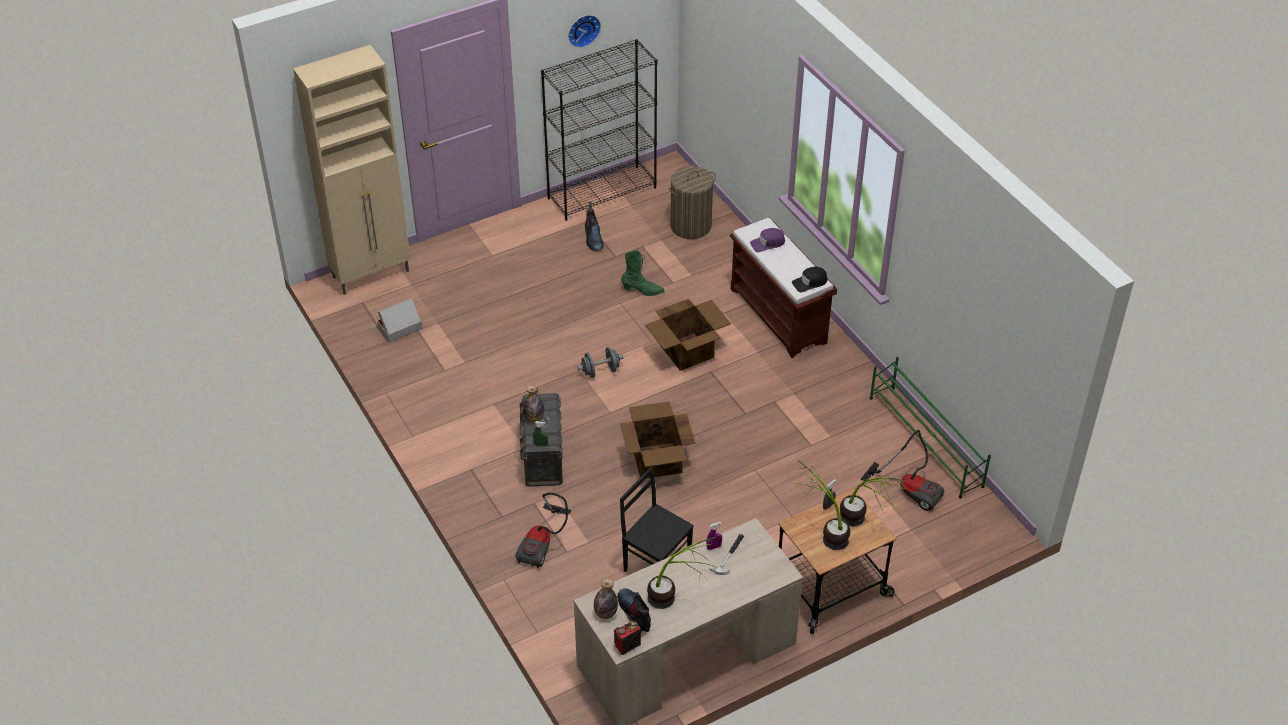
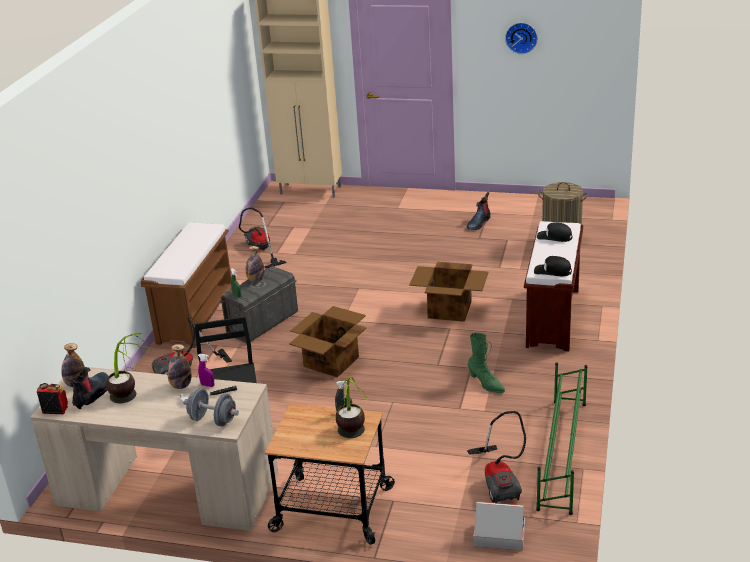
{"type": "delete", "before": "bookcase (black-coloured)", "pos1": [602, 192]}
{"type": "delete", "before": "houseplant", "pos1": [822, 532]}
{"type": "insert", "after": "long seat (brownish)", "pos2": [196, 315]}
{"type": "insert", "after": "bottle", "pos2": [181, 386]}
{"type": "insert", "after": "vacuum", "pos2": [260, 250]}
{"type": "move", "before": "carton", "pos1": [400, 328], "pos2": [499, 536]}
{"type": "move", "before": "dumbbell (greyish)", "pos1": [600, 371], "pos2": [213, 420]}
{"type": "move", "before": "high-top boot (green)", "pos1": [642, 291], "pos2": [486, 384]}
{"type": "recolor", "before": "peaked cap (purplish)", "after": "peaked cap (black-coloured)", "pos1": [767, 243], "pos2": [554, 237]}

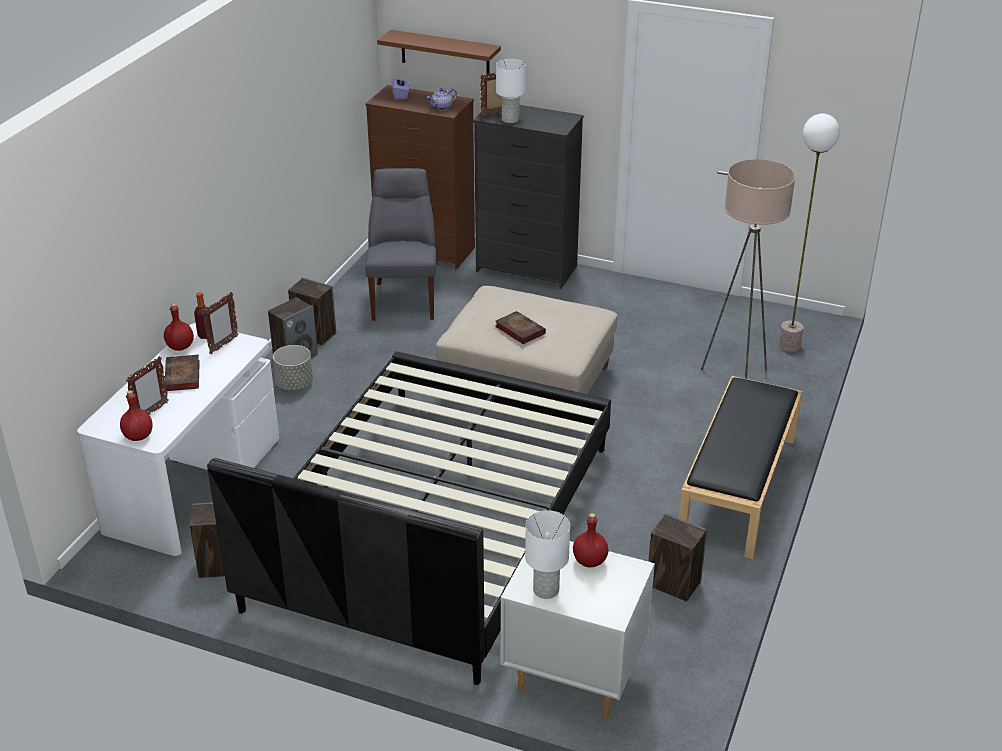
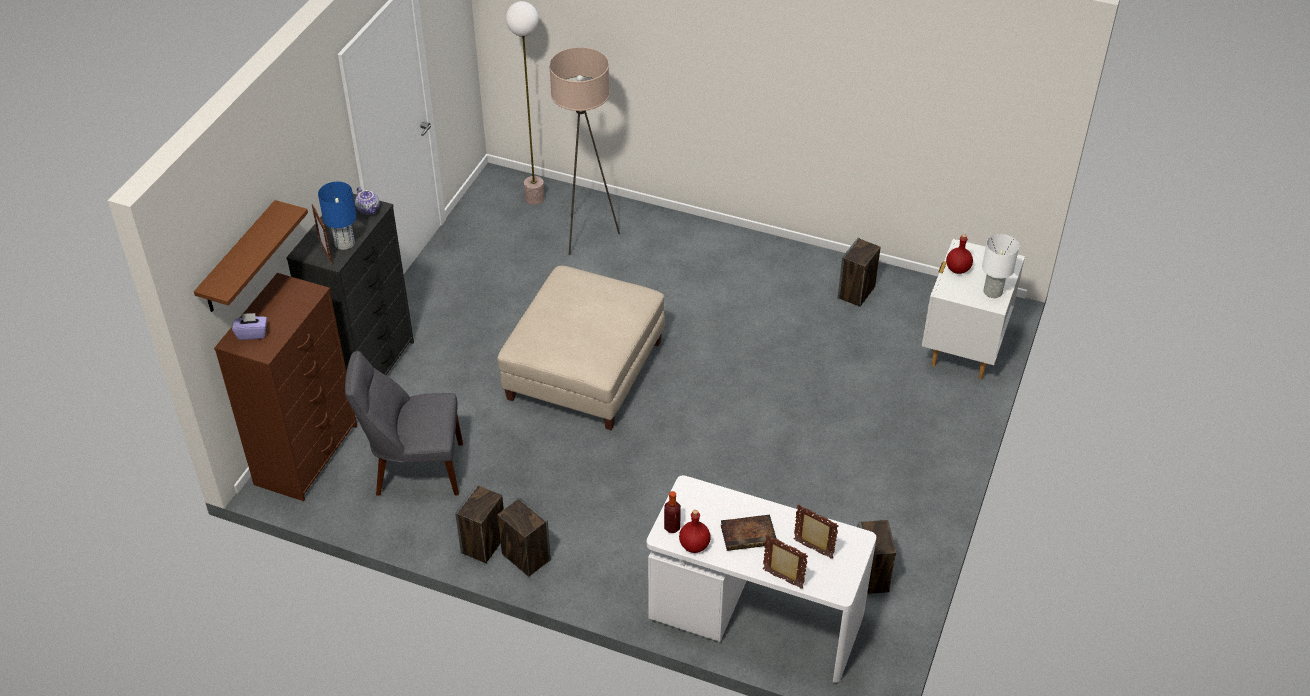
{"type": "delete", "before": "bottle (red-coloured)", "pos1": [138, 436]}
{"type": "delete", "before": "sleeping bed (black-coloured)", "pos1": [433, 525]}
{"type": "delete", "before": "plant pot (greyish)", "pos1": [295, 384]}
{"type": "delete", "before": "bound book", "pos1": [518, 330]}
{"type": "delete", "before": "long seat (black-coloured)", "pos1": [738, 488]}
{"type": "move", "before": "standing frame", "pos1": [223, 345], "pos2": [783, 580]}
{"type": "move", "before": "teapot", "pos1": [442, 108], "pos2": [369, 209]}
{"type": "recolor", "before": "table lamp (white)", "after": "table lamp (blue-coloured)", "pos1": [511, 119], "pos2": [345, 243]}

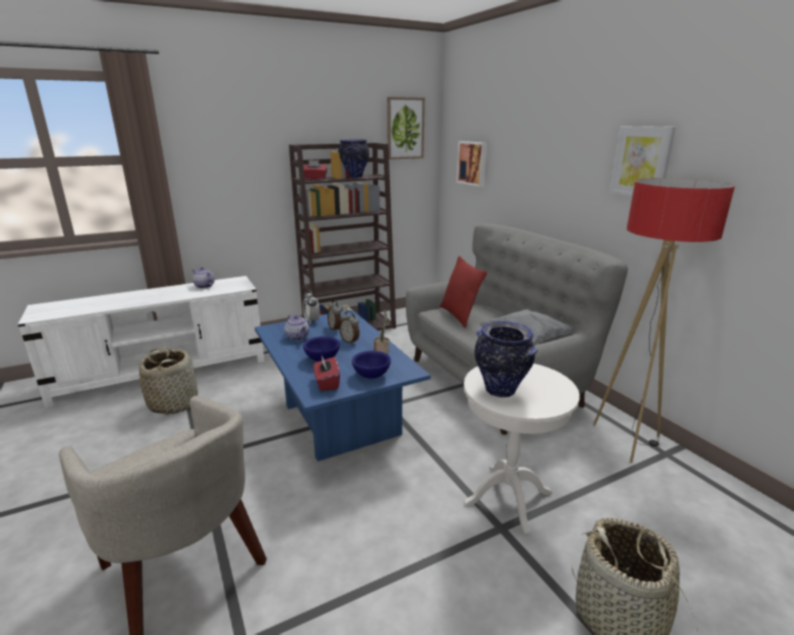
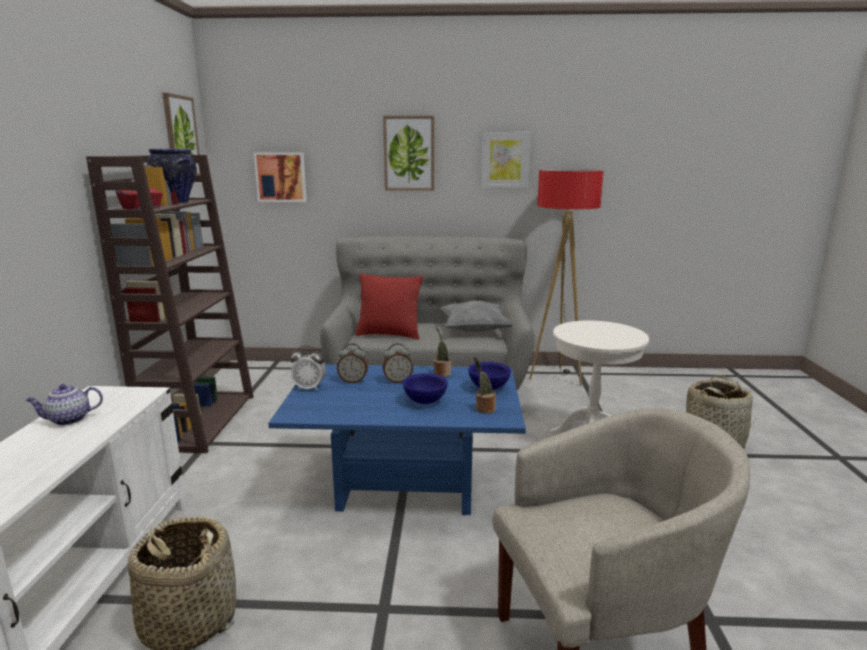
{"type": "delete", "before": "teapot", "pos1": [298, 337]}
{"type": "delete", "before": "decorative vase", "pos1": [501, 390]}
{"type": "insert", "after": "picture", "pos2": [409, 153]}
{"type": "replace", "before": "box of tissues (red-coloured)", "after": "houseplant", "pos1": [327, 383], "pos2": [484, 409]}

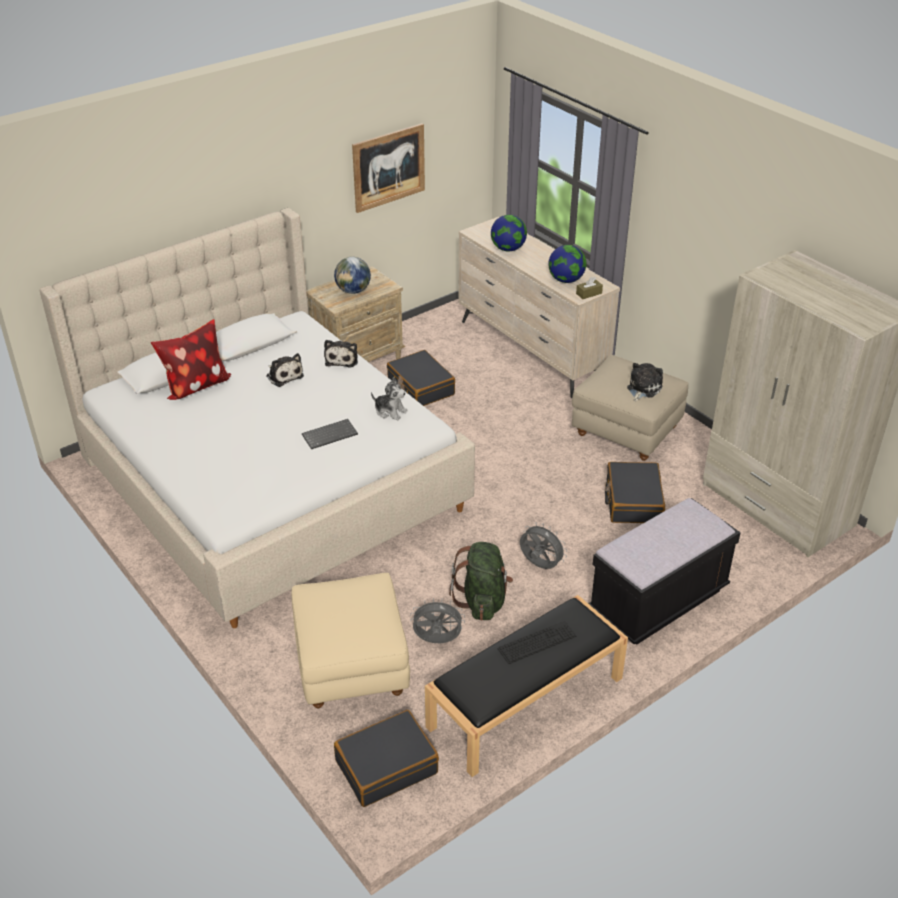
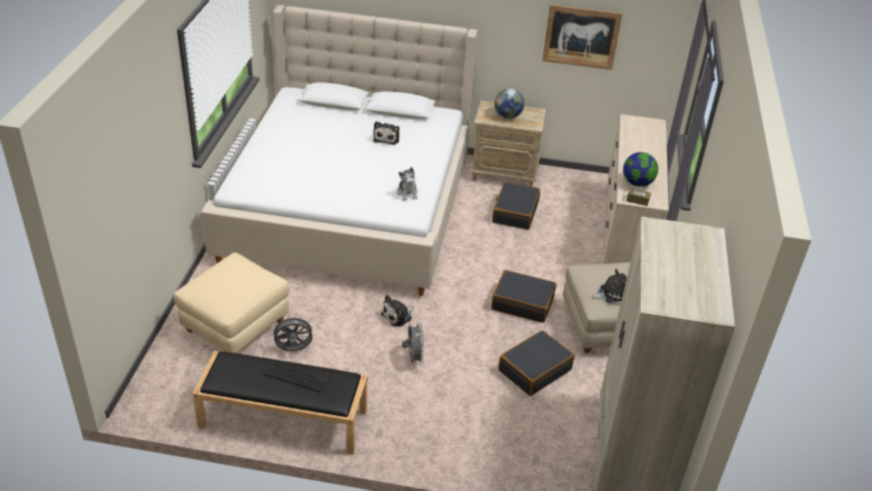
{"type": "delete", "before": "cushion", "pos1": [196, 386]}
{"type": "delete", "before": "computer keyboard", "pos1": [330, 434]}
{"type": "delete", "before": "knapsack (green)", "pos1": [482, 601]}
{"type": "delete", "before": "globe", "pos1": [508, 249]}
{"type": "delete", "before": "long seat (black-coloured)", "pos1": [658, 601]}
{"type": "move", "before": "cuddly toy", "pos1": [342, 359], "pos2": [398, 316]}
{"type": "move", "before": "travel case (black-coloured)", "pos1": [386, 766], "pos2": [522, 303]}
{"type": "rotate", "before": "cooling fan (greyish)", "pos1": [437, 641], "pos2": [293, 350], "turn": -60}

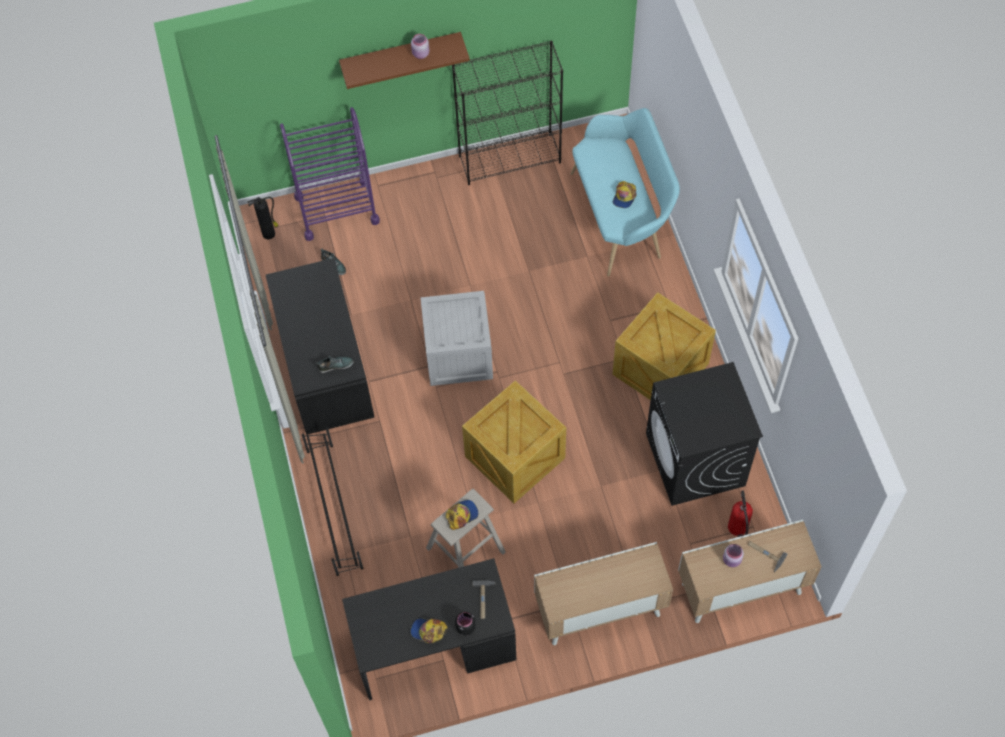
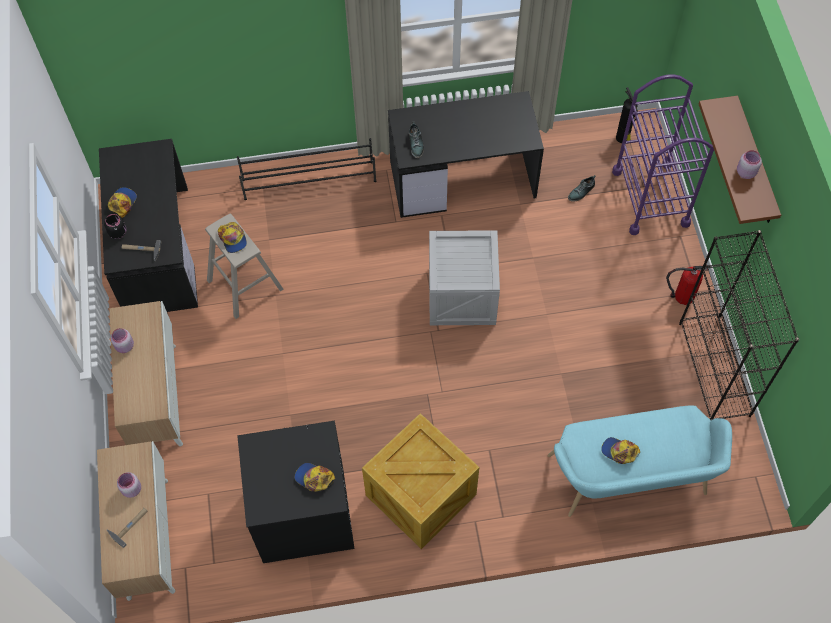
{"type": "delete", "before": "shipping crate", "pos1": [515, 458]}
{"type": "insert", "after": "storage jar (pinkish)", "pos2": [124, 346]}
{"type": "insert", "after": "peaked cap", "pos2": [314, 478]}
{"type": "move", "before": "fire-fighting cylinder", "pos1": [738, 528], "pos2": [682, 296]}

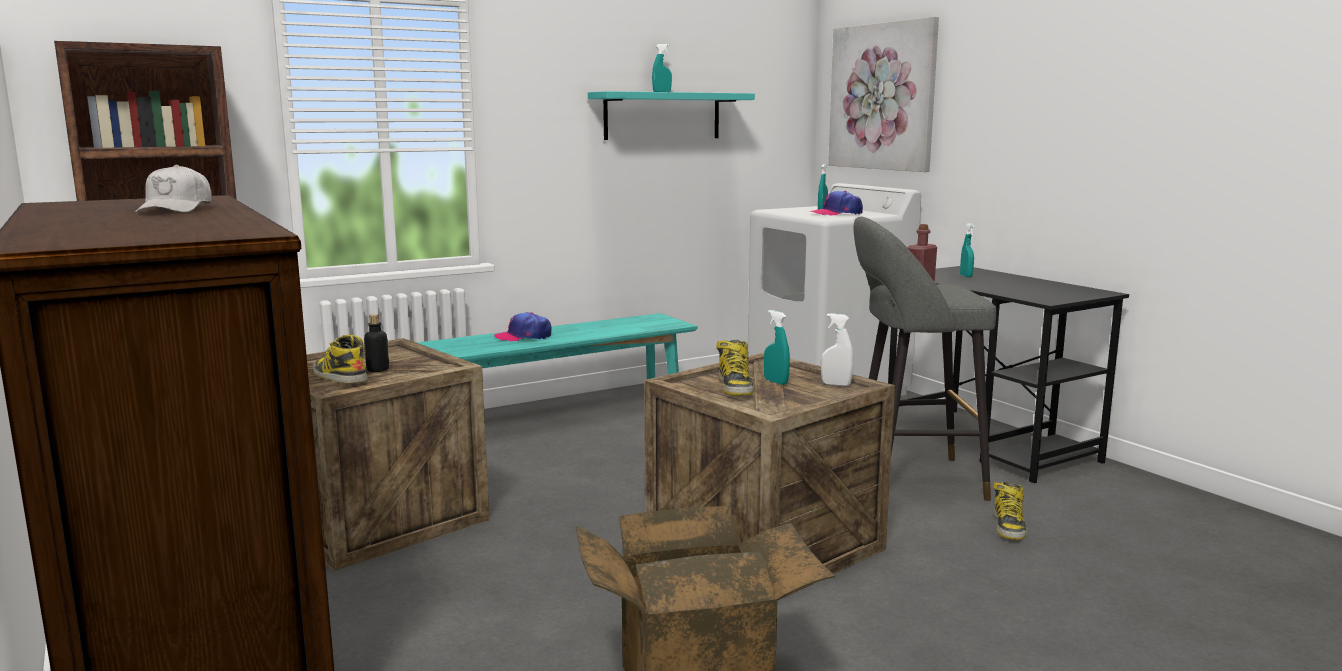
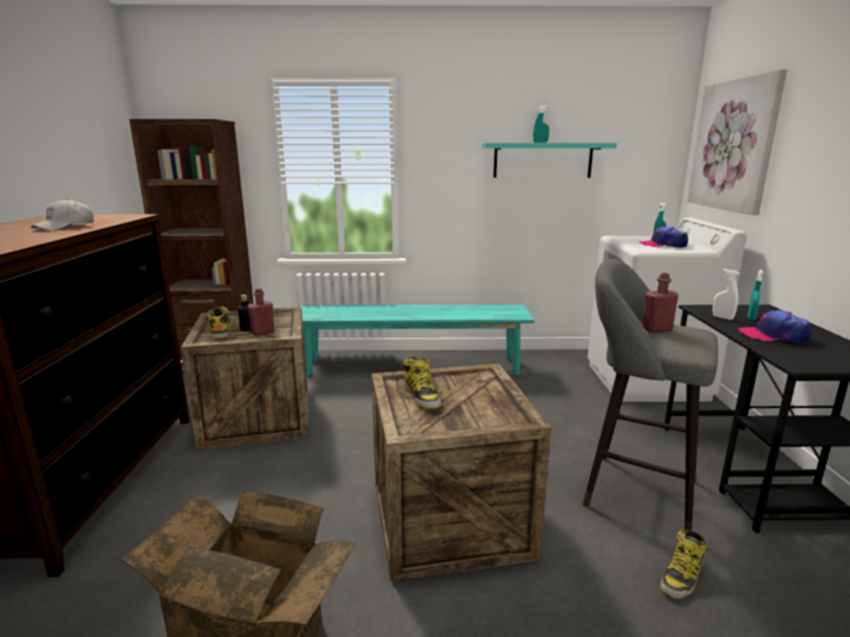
{"type": "delete", "before": "sprayer (turquoise-coloured)", "pos1": [776, 382]}
{"type": "insert", "after": "bottle (red-coloured)", "pos2": [262, 332]}
{"type": "move", "before": "peaked cap", "pos1": [523, 336], "pos2": [773, 336]}
{"type": "move", "before": "sprayer (white)", "pos1": [836, 384], "pos2": [722, 318]}
{"type": "rotate", "before": "high-top boot", "pos1": [735, 387], "pos2": [422, 396], "turn": -45}

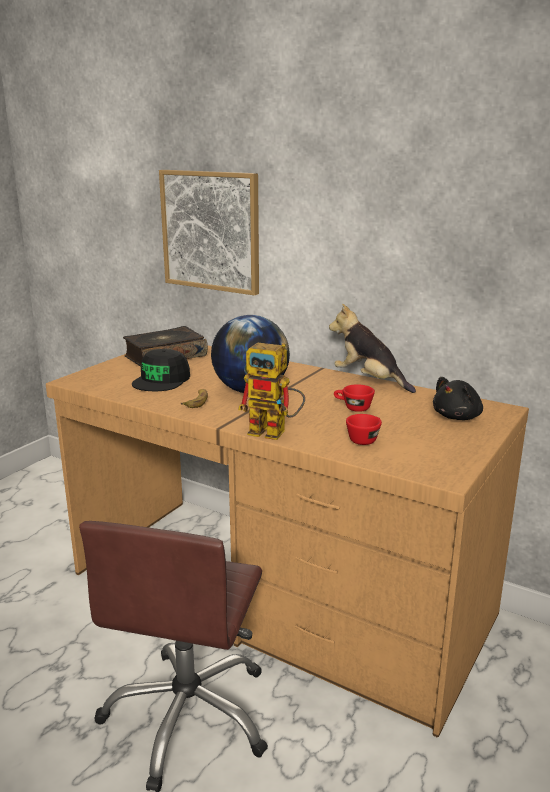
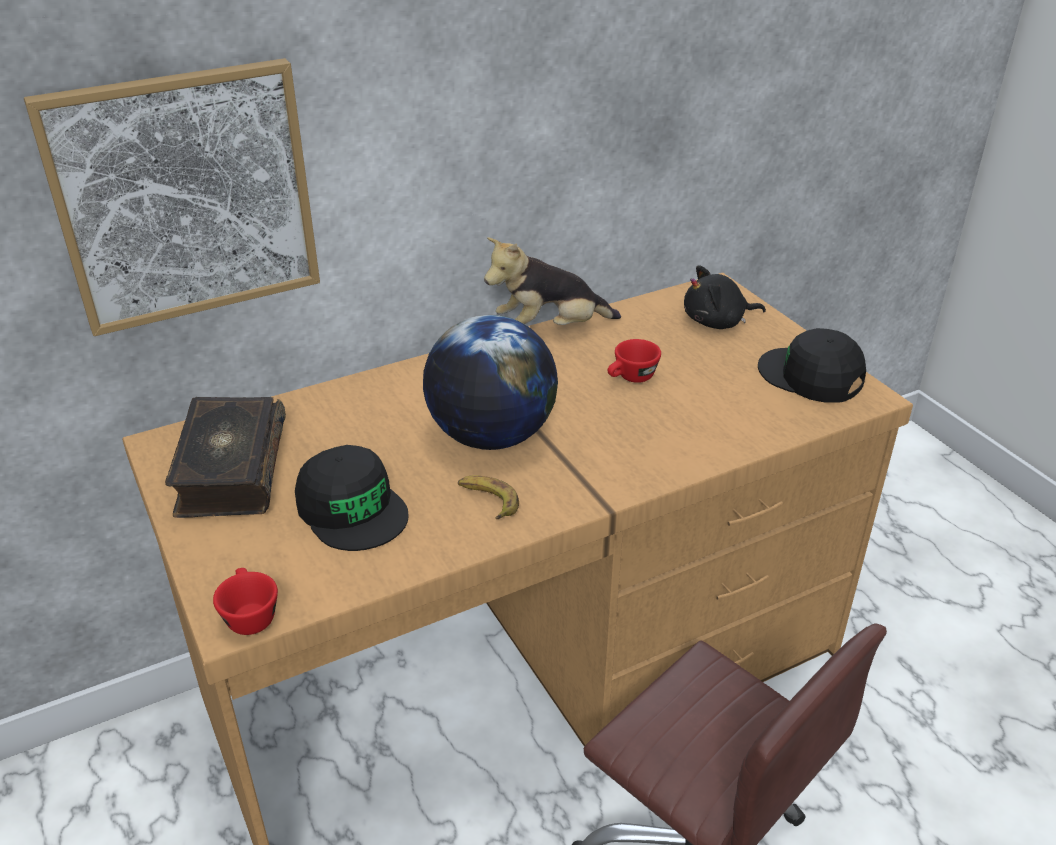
{"type": "delete", "before": "model robot", "pos1": [275, 432]}
{"type": "insert", "after": "peaked cap (black-coloured)", "pos2": [811, 376]}
{"type": "move", "before": "drinking cup (red-coloured)", "pos1": [365, 439], "pos2": [249, 615]}
{"type": "rotate", "before": "cuddly toy (black-coloured)", "pos1": [458, 417], "pos2": [717, 322], "turn": 90}

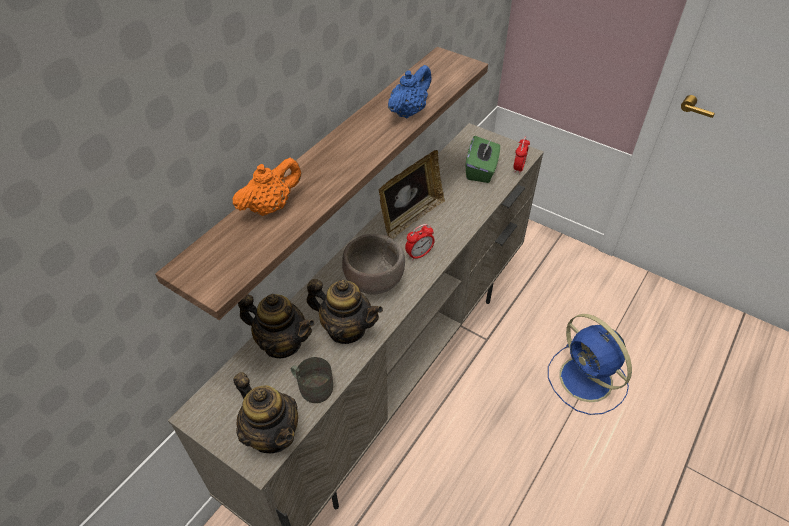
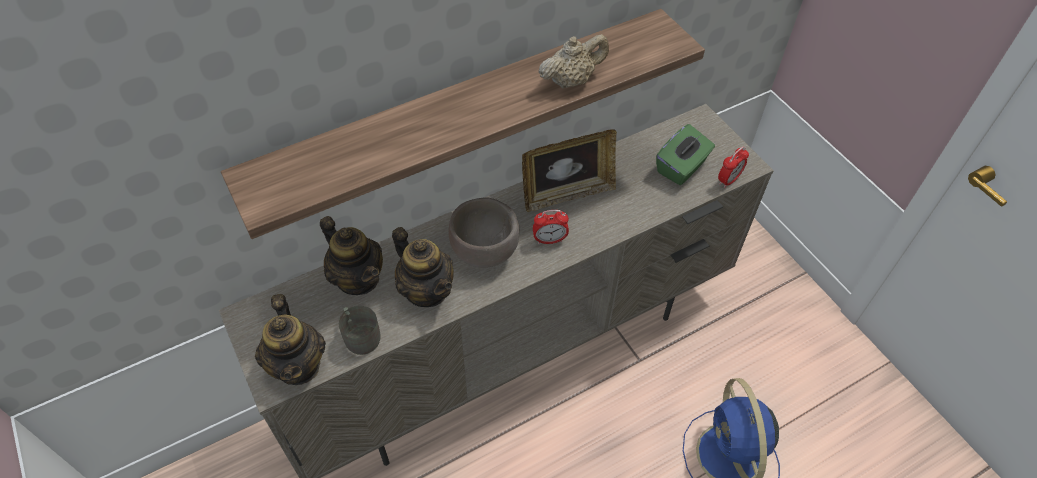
{"type": "delete", "before": "teapot (orange)", "pos1": [271, 207]}
{"type": "recolor", "before": "teapot (blue-coloured)", "after": "teapot (sand-coloured)", "pos1": [409, 111], "pos2": [571, 80]}

